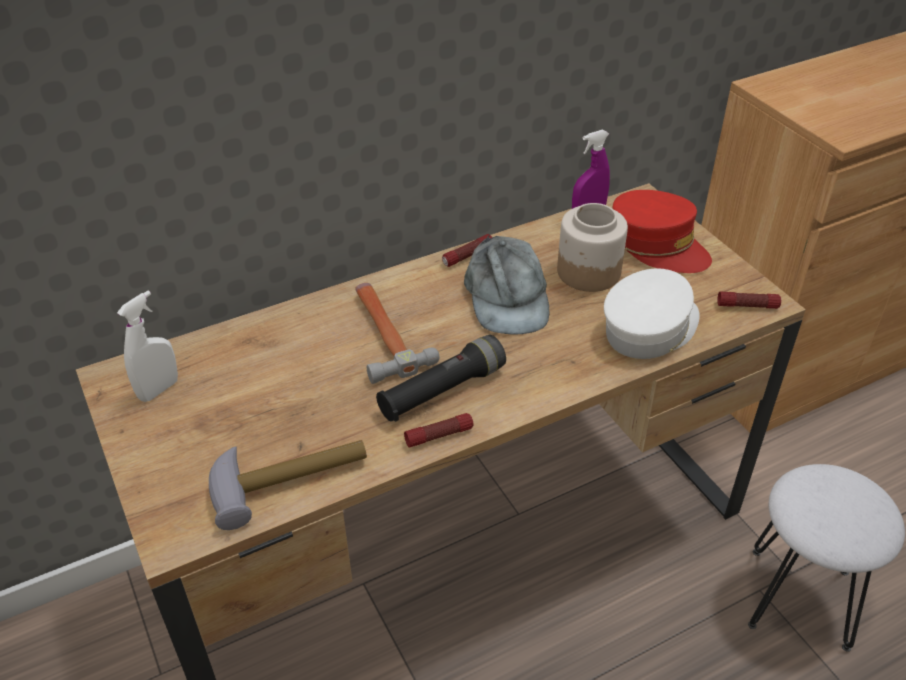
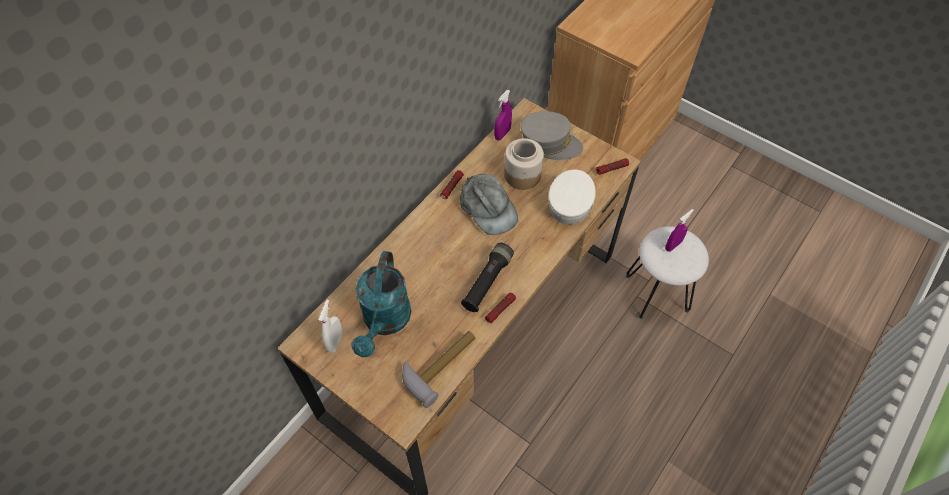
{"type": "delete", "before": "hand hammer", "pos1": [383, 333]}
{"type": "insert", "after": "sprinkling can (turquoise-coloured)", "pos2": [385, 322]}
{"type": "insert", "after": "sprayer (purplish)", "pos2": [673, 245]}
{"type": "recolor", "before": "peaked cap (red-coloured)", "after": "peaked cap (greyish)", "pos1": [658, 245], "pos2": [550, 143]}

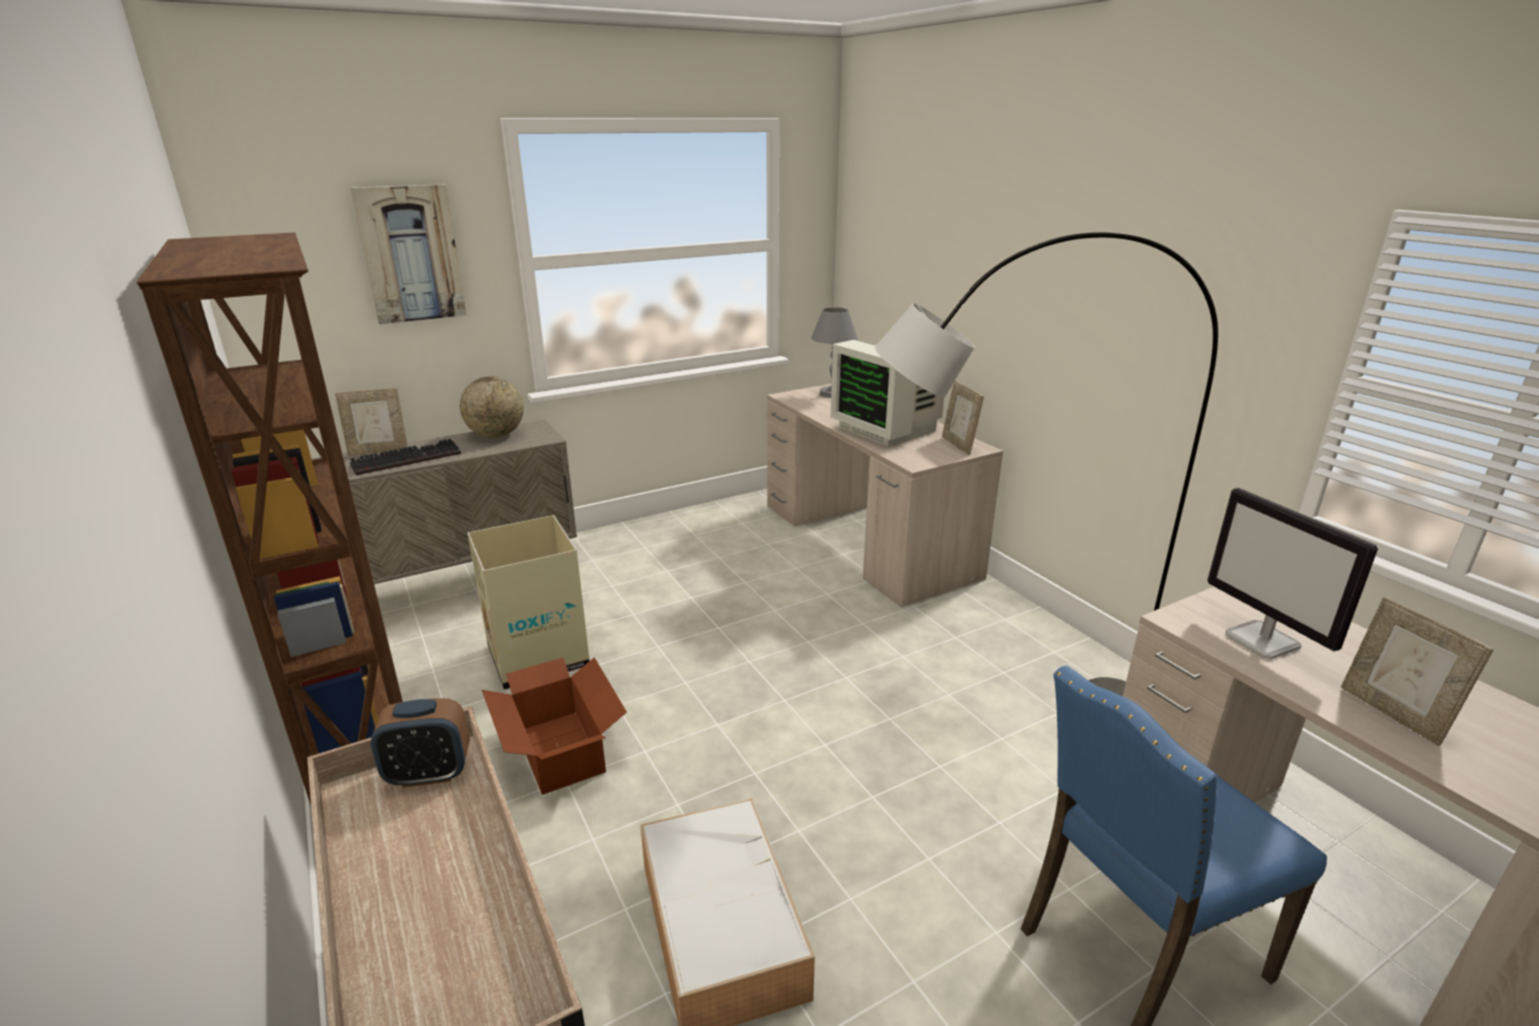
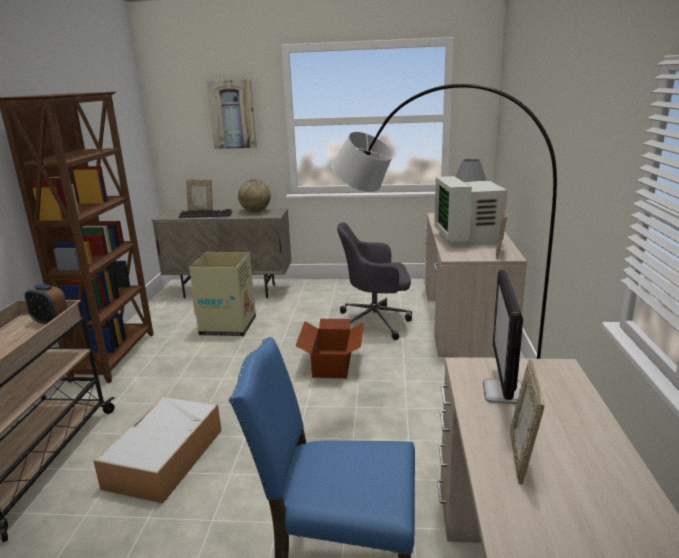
{"type": "insert", "after": "computer chair (greyish)", "pos2": [376, 322]}
{"type": "move", "before": "carton", "pos1": [561, 750], "pos2": [333, 363]}

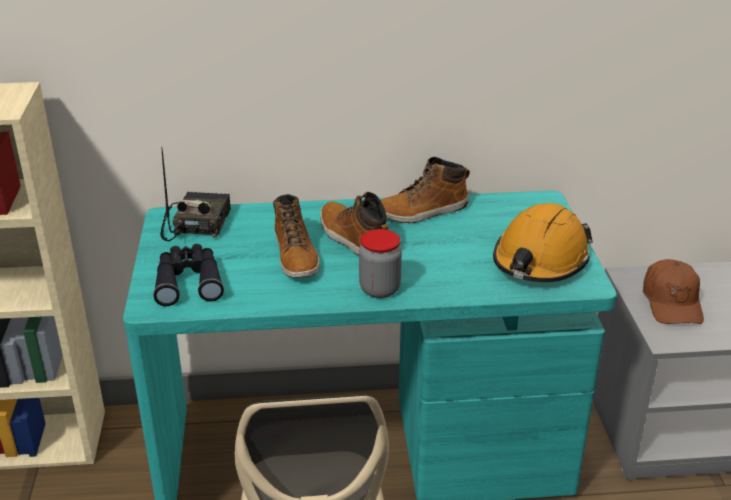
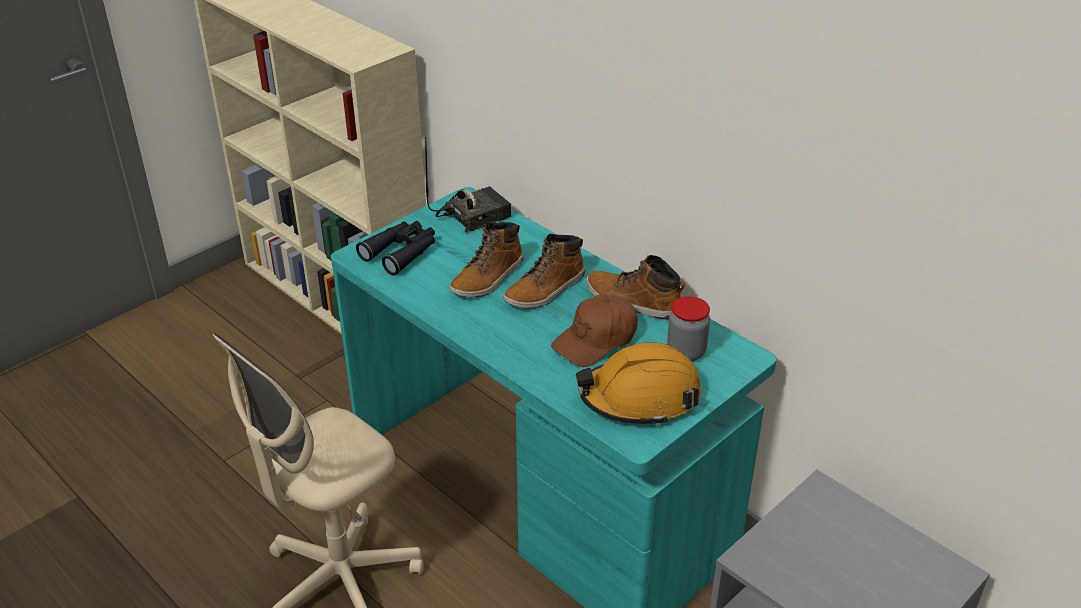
{"type": "move", "before": "storage jar", "pos1": [380, 289], "pos2": [686, 352]}
{"type": "move", "before": "peaked cap (brownish)", "pos1": [672, 302], "pos2": [596, 340]}
{"type": "rotate", "before": "high-top boot", "pos1": [353, 239], "pos2": [546, 290], "turn": -150}

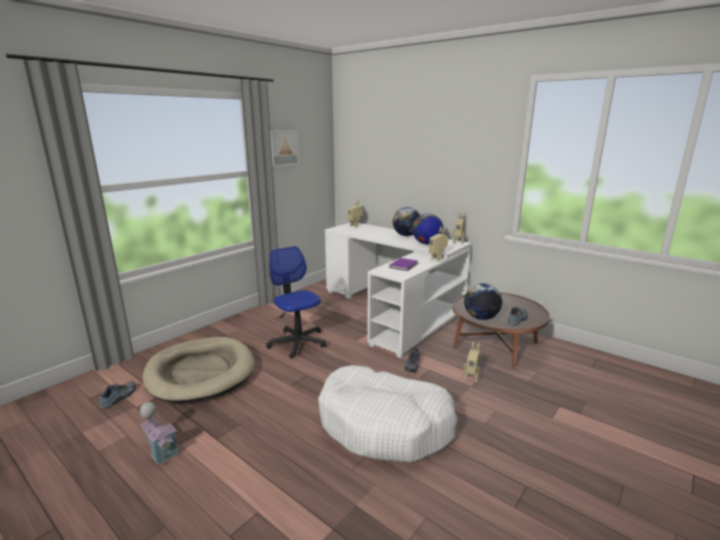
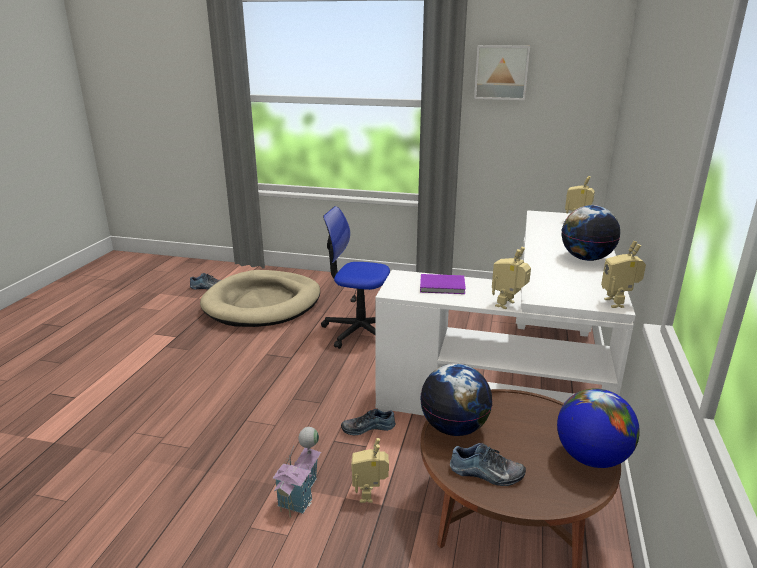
{"type": "delete", "before": "dog bed (white)", "pos1": [385, 425]}
{"type": "move", "before": "toy house", "pos1": [161, 449], "pos2": [301, 493]}
{"type": "move", "before": "globe", "pos1": [426, 243], "pos2": [591, 458]}
{"type": "rotate", "before": "computer chair", "pos1": [298, 342], "pos2": [359, 331], "turn": -105}

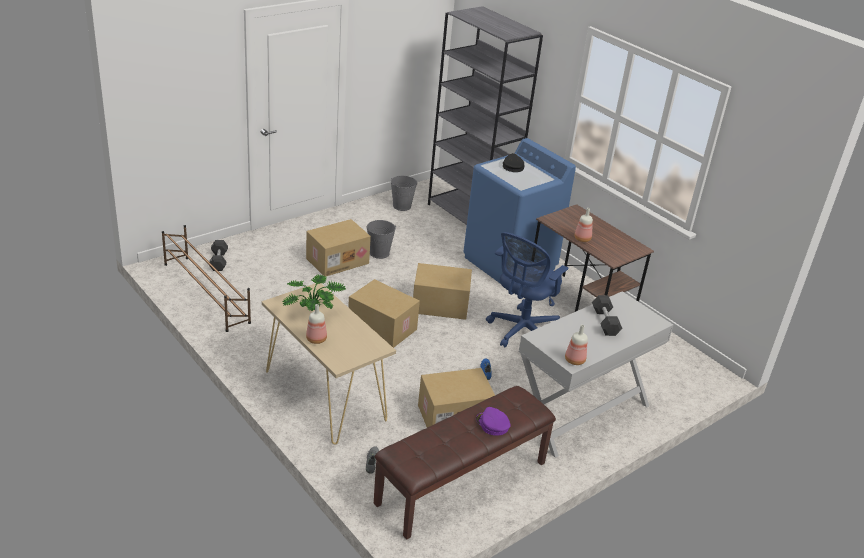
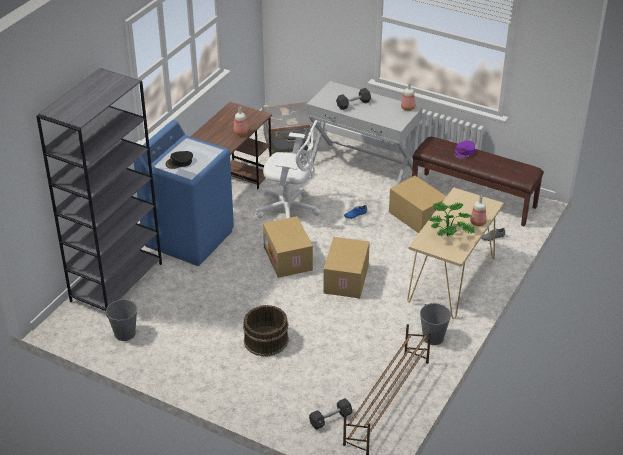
{"type": "insert", "after": "travel case (greyish)", "pos2": [288, 142]}
{"type": "move", "before": "pail (greyish)", "pos1": [379, 253], "pos2": [433, 337]}
{"type": "replace", "before": "carton", "after": "pail (brownish)", "pos1": [337, 260], "pos2": [265, 340]}
{"type": "recolor", "before": "computer chair (blue-coloured)", "after": "computer chair (white)", "pos1": [521, 331], "pos2": [290, 210]}

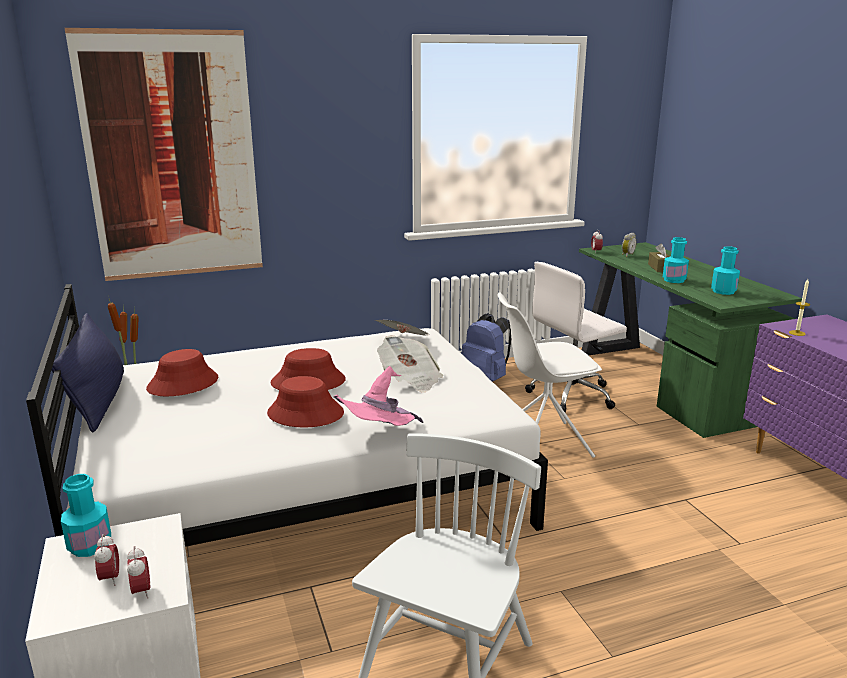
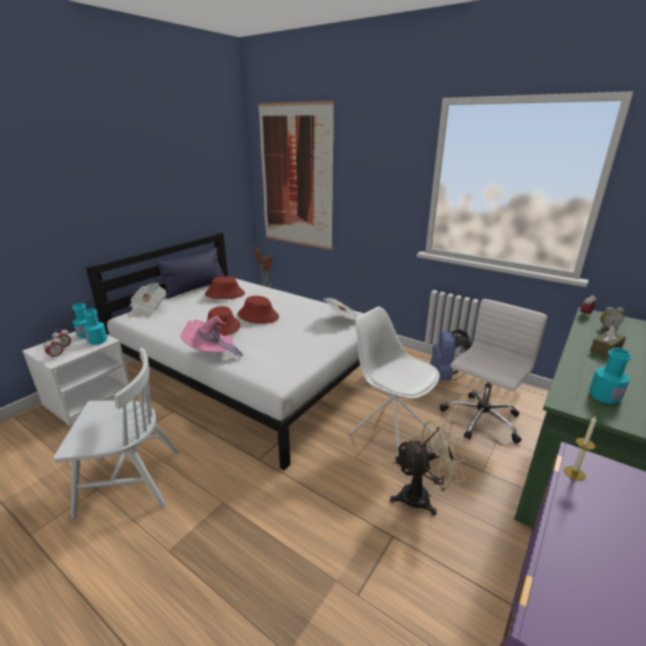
{"type": "insert", "after": "cooling fan (sand-coloured)", "pos2": [422, 497]}
{"type": "move", "before": "newspaper", "pos1": [410, 379], "pos2": [147, 309]}
{"type": "move", "before": "bottle (turquoise-coloured)", "pos1": [674, 280], "pos2": [98, 341]}
{"type": "rotate", "before": "computer chair (white)", "pos1": [572, 394], "pos2": [480, 420], "turn": 105}

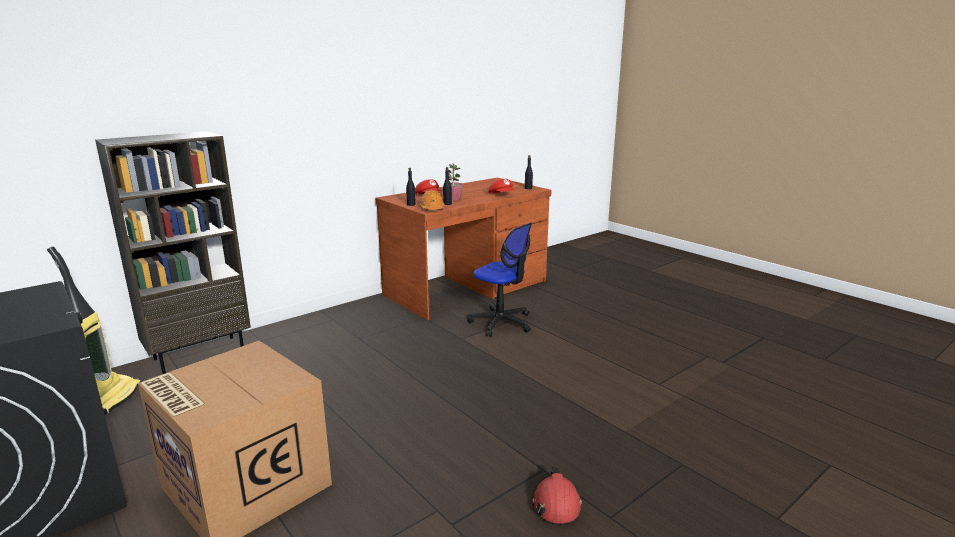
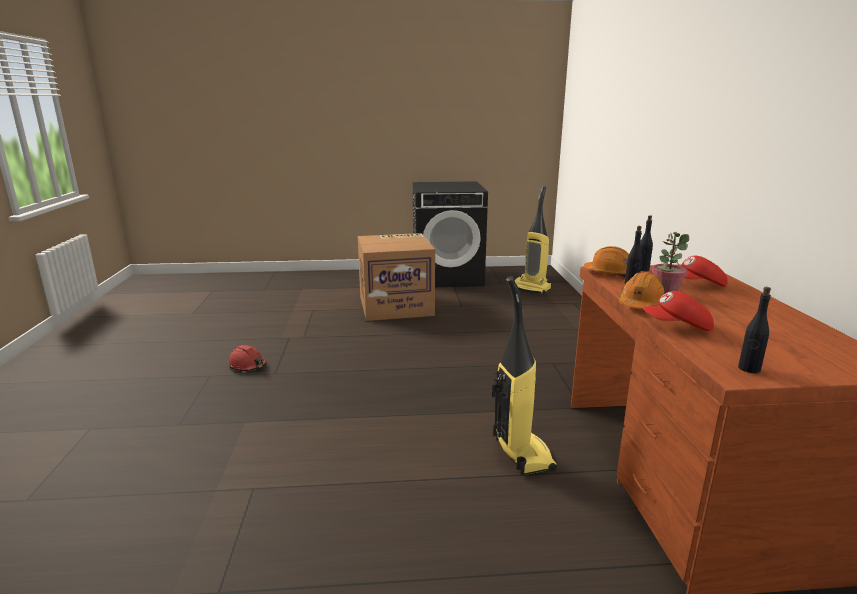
{"type": "delete", "before": "bookcase (brownish)", "pos1": [200, 354]}
{"type": "insert", "after": "hard hat (orange)", "pos2": [640, 304]}
{"type": "replace", "before": "computer chair", "after": "vacuum", "pos1": [501, 322], "pos2": [521, 453]}

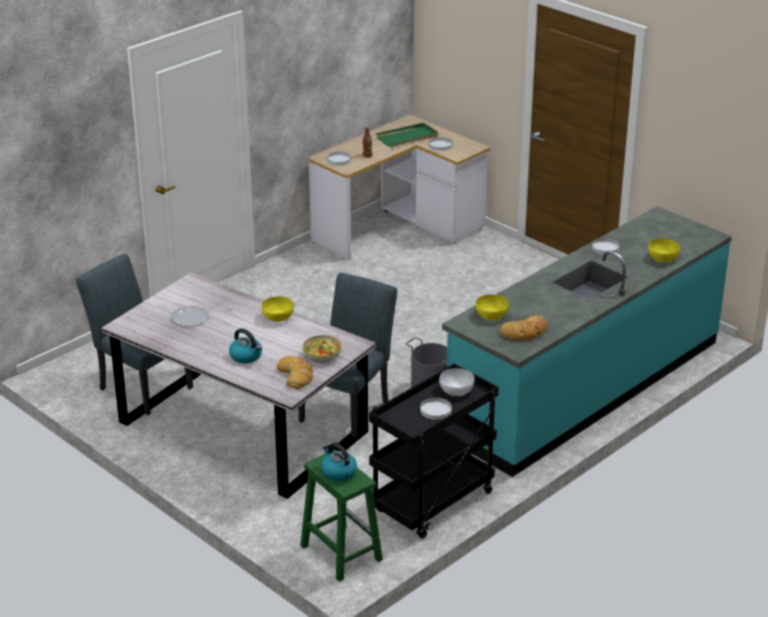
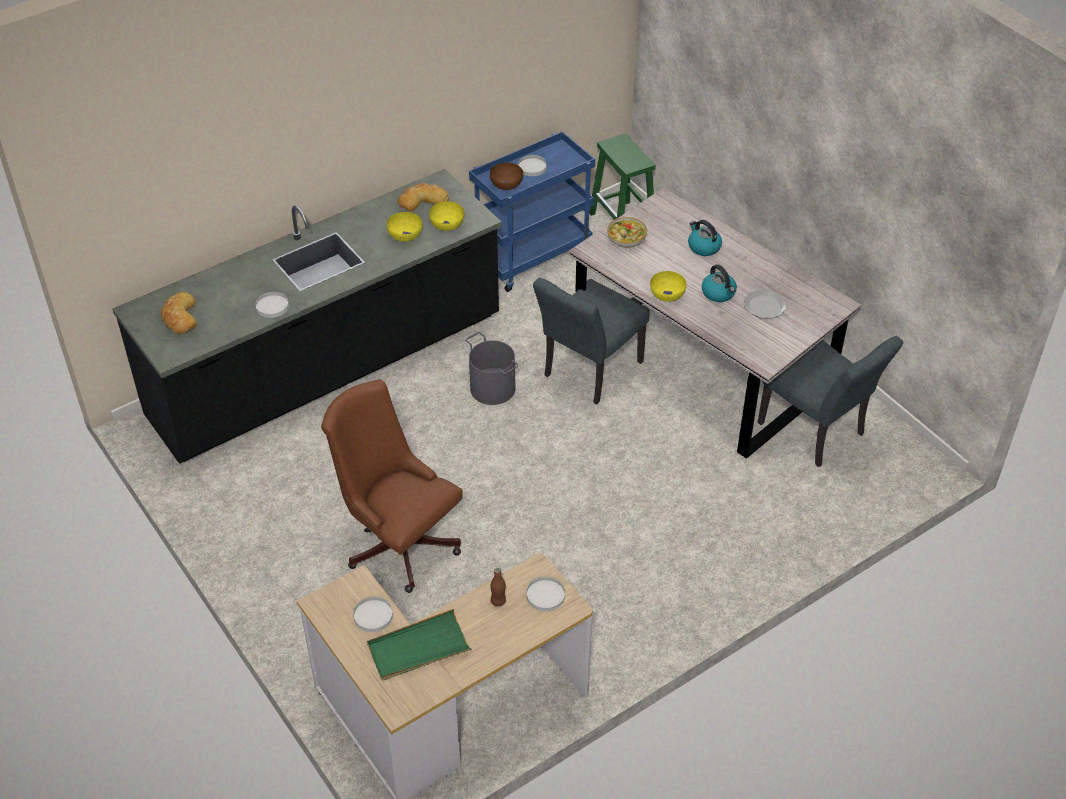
{"type": "insert", "after": "computer chair (brownish)", "pos2": [398, 541]}
{"type": "move", "before": "bread", "pos1": [296, 375], "pos2": [179, 317]}
{"type": "move", "before": "tea kettle", "pos1": [338, 472], "pos2": [719, 293]}
{"type": "move", "before": "deep dish (yellowish)", "pos1": [663, 258], "pos2": [405, 235]}
{"type": "recolor", "before": "wheeled cart (black-coloured)", "after": "wheeled cart (blue-coloured)", "pos1": [432, 504], "pos2": [532, 256]}
{"type": "recolor", "before": "deep dish (white)", "after": "deep dish (brownish)", "pos1": [456, 390], "pos2": [506, 184]}
{"type": "recolor", "before": "kitchen counter (turquoise-coloured)", "after": "kitchen counter (black-coloured)", "pos1": [584, 387], "pos2": [327, 368]}

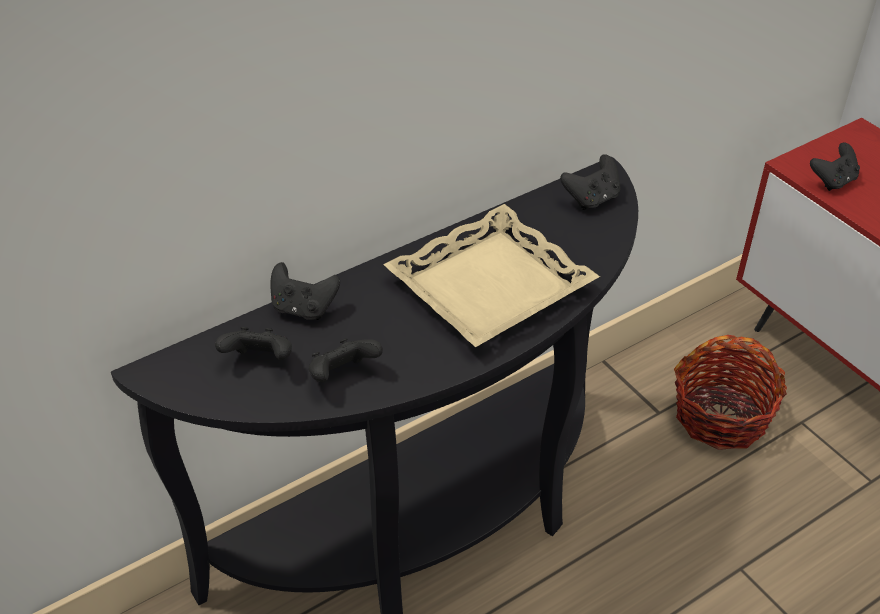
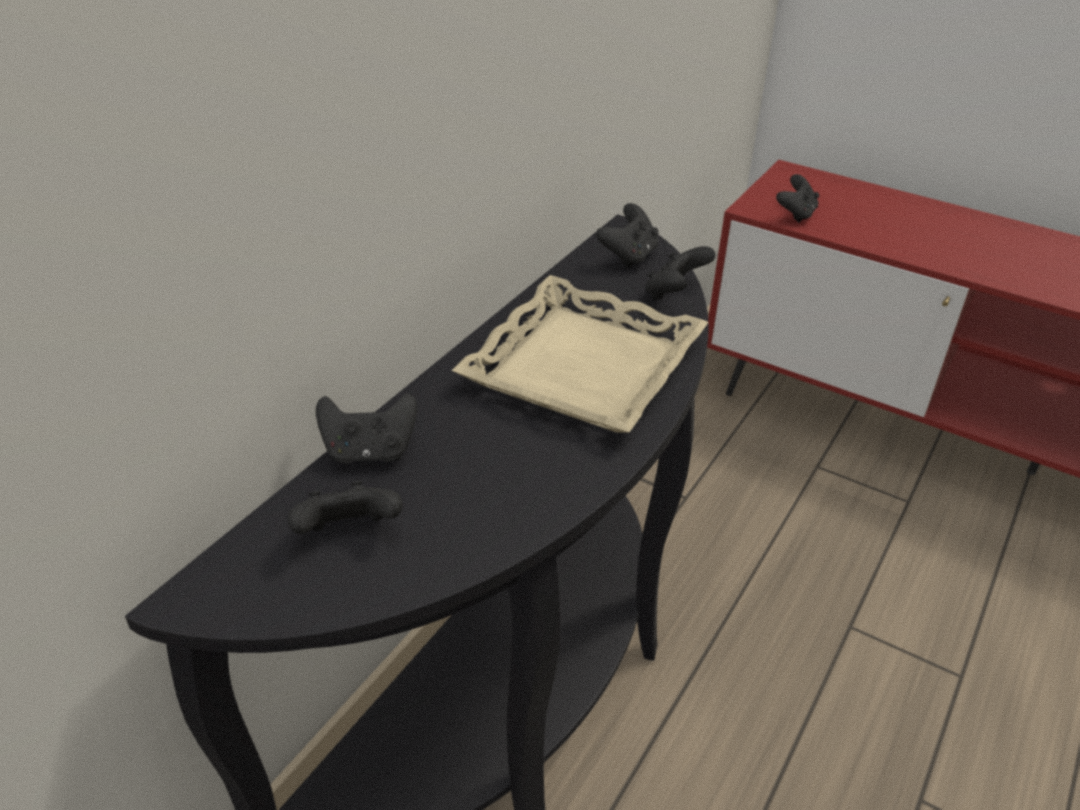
{"type": "delete", "before": "household basket", "pos1": [721, 416]}
{"type": "move", "before": "game controller (black-coloured)", "pos1": [343, 375], "pos2": [674, 294]}

